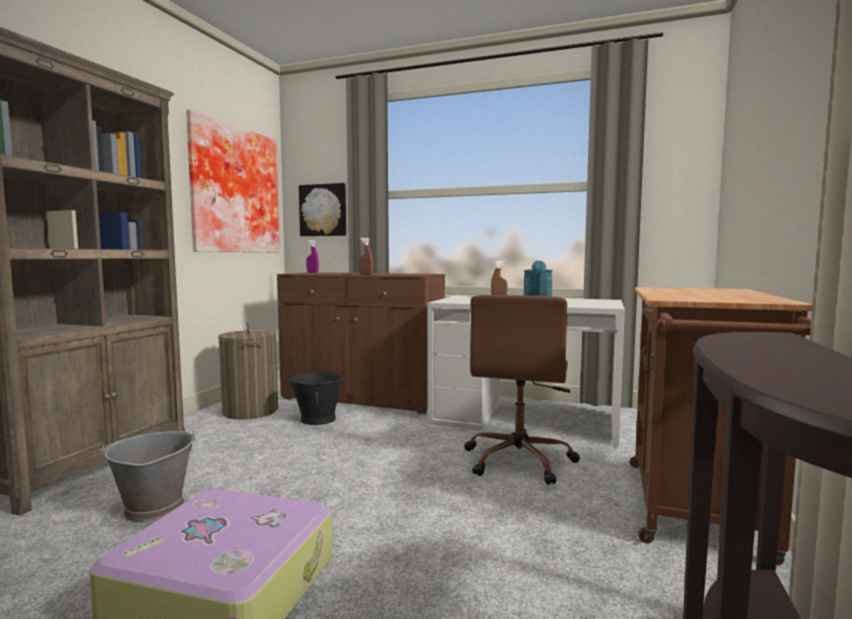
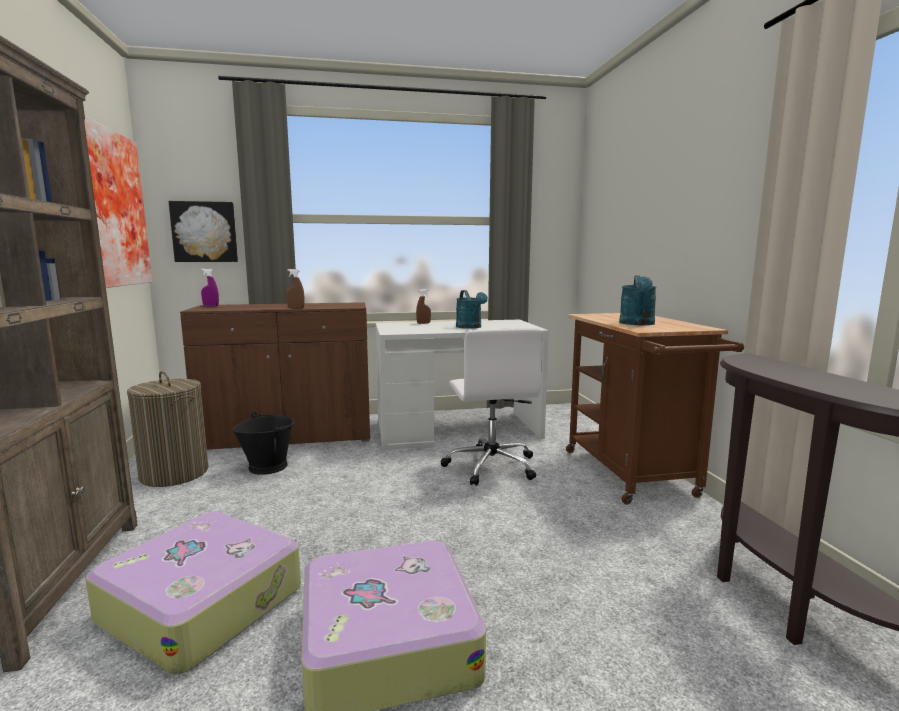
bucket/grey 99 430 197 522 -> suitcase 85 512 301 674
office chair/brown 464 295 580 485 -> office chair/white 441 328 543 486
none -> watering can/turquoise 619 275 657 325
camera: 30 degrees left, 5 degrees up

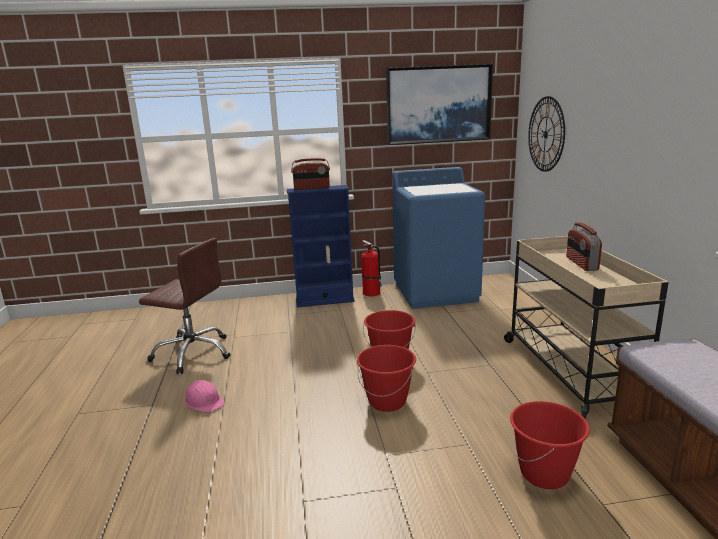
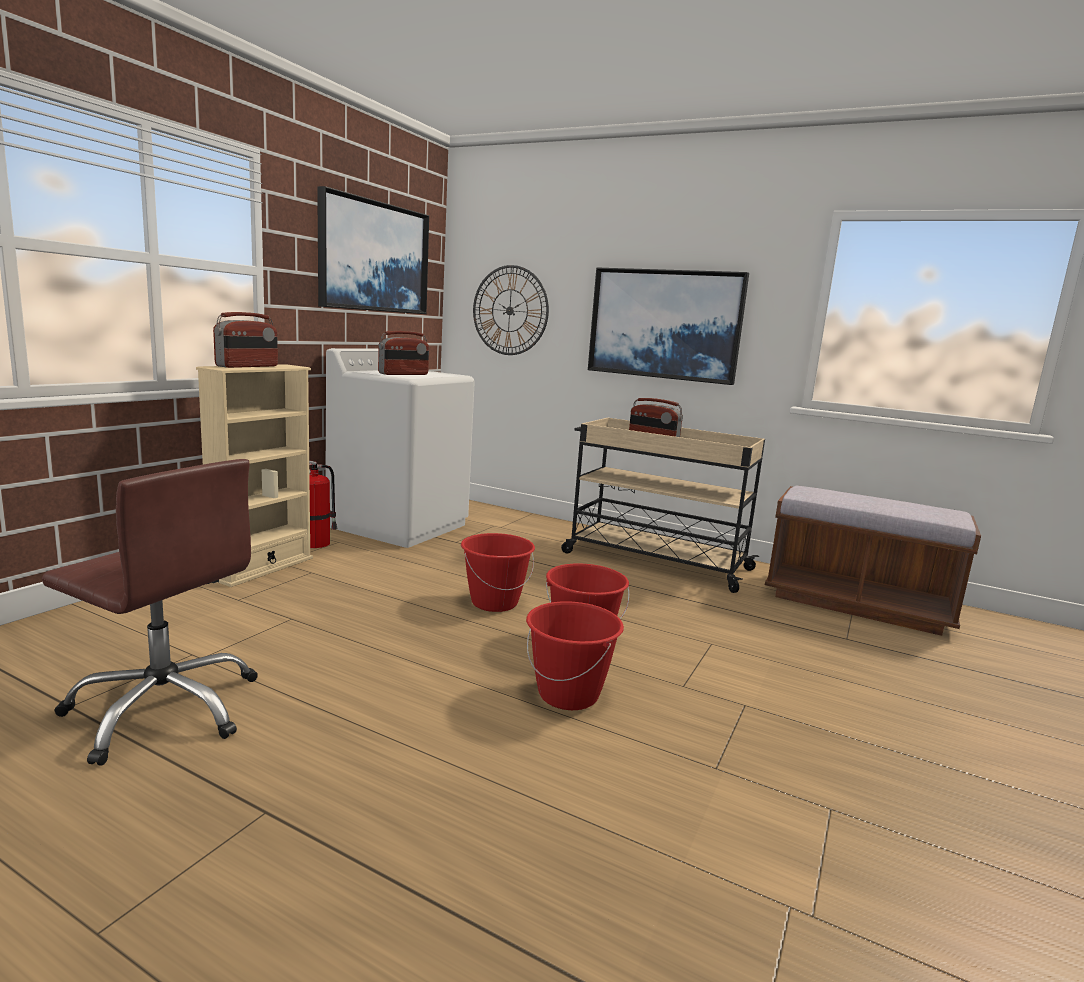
office chair/brown 139 238 231 374 -> office chair/brown 42 459 258 766, 60 degrees clockwise
hard hat/pink 184 380 224 413 -> none
bookcase/blue 287 185 355 307 -> bookcase/beige 196 364 313 587
washing machine/blue 392 167 485 309 -> washing machine/white 325 348 475 548
bucket/red 510 401 590 489 -> bucket/red 526 601 624 710, shifted
none -> radio 378 331 429 375
none -> picture 588 268 749 385
camera: 55 degrees left, 5 degrees down

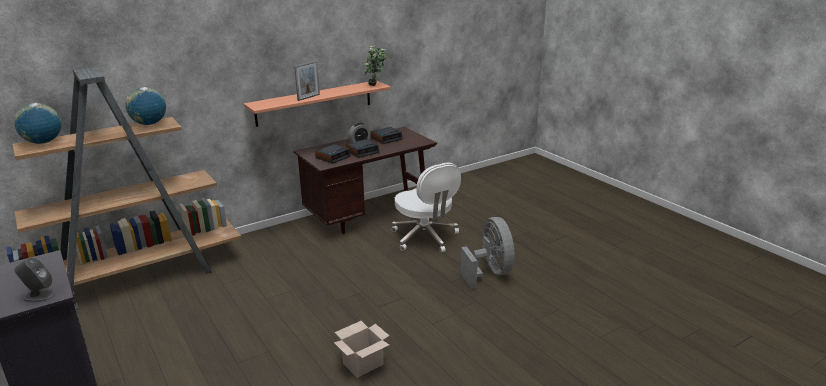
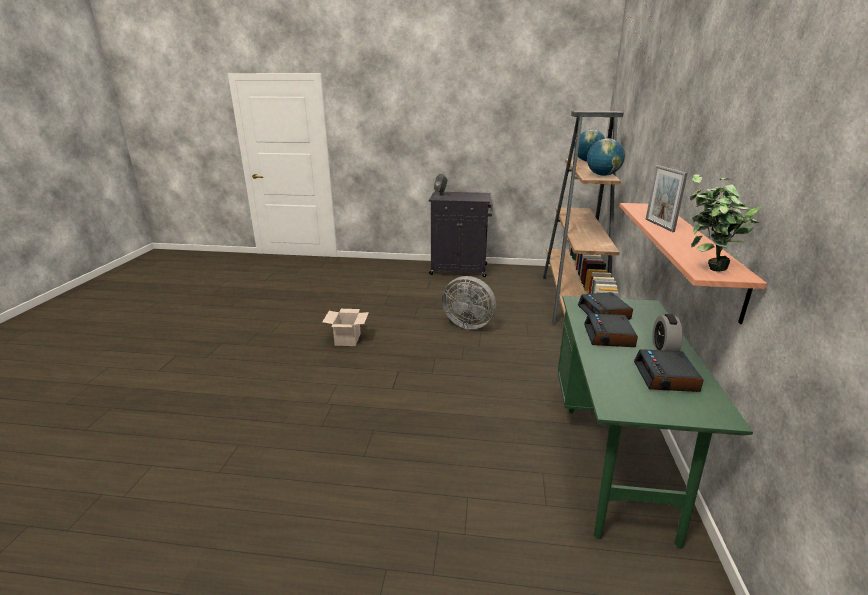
desk/brown 293 127 437 234 -> desk/green 558 296 753 548
office chair/white 391 162 461 252 -> none
fan/grey 461 217 515 289 -> fan/grey 442 276 496 329, shifted
camera: 130 degrees right, 0 degrees up

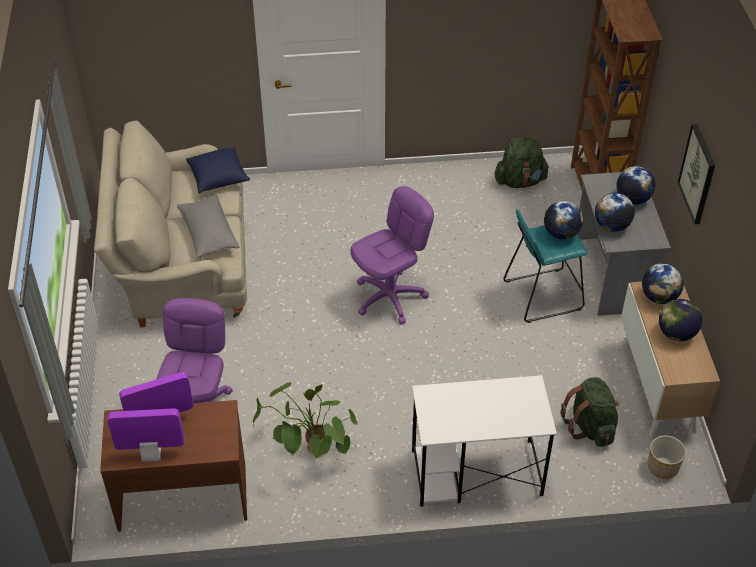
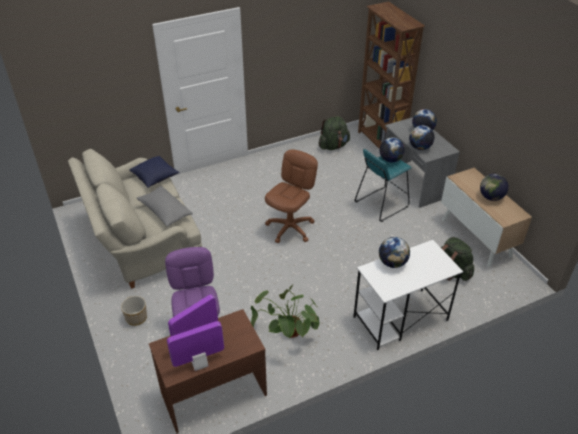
office chair/purple 351 186 434 324 -> office chair/brown 265 149 318 243
globe 642 263 684 304 -> globe 379 237 410 268, shifted
planter 648 435 686 479 -> planter 121 296 147 326, shifted
picture 678 124 715 224 -> none
camera: 20 degrees left, 5 degrees down

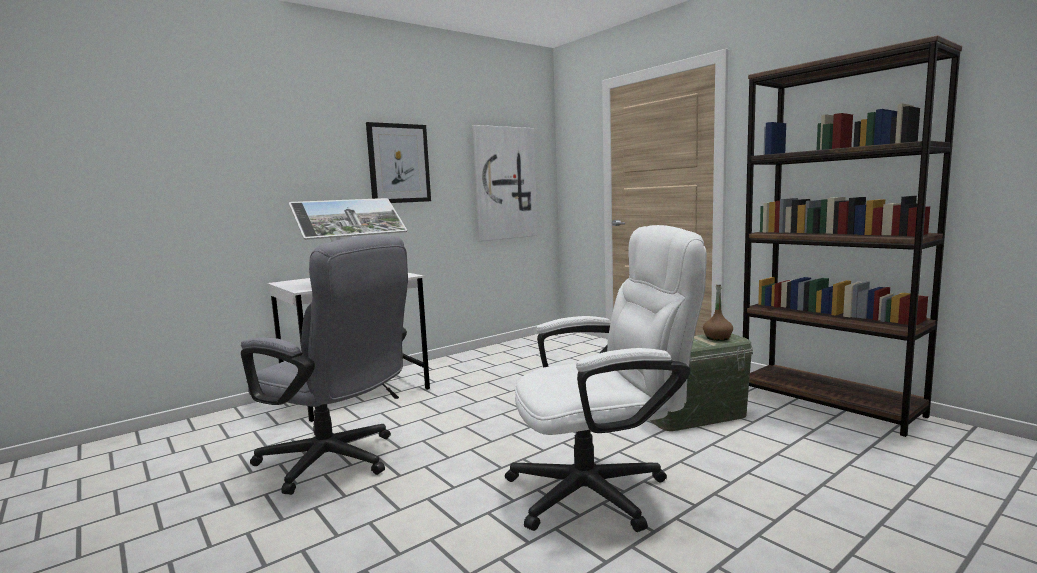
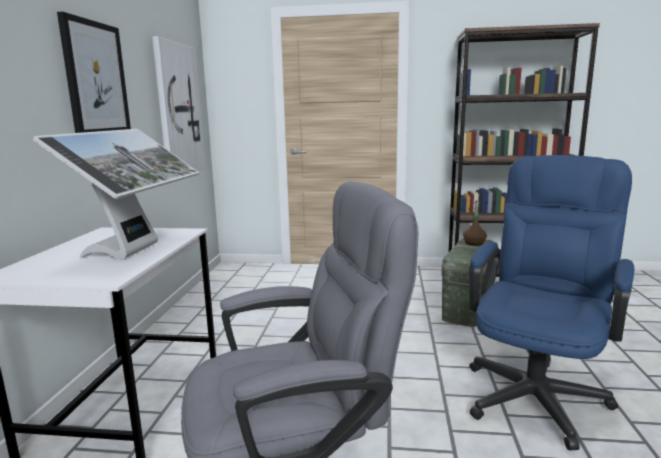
office chair/white 505 225 707 532 -> office chair/blue 469 155 634 450
camera: 45 degrees left, 5 degrees up

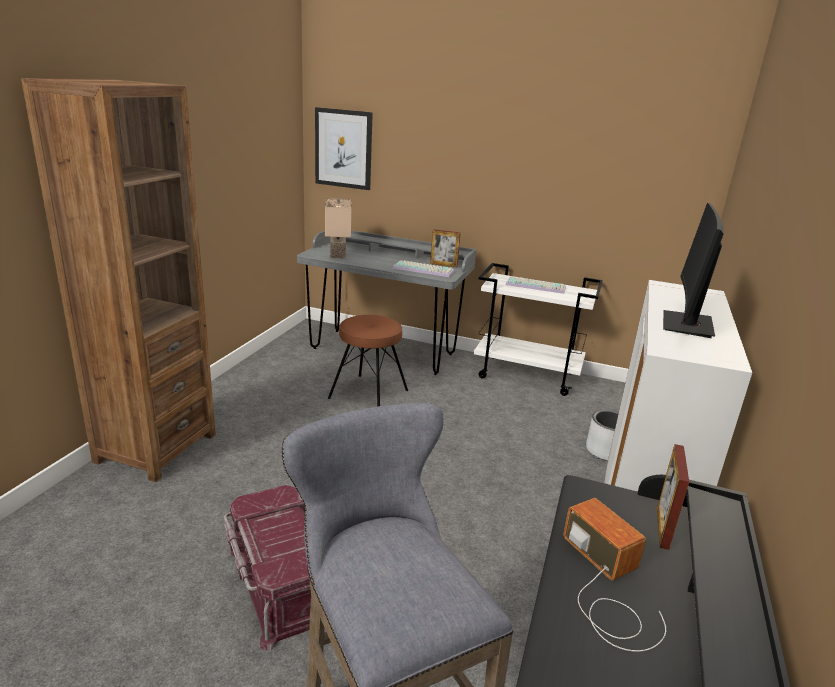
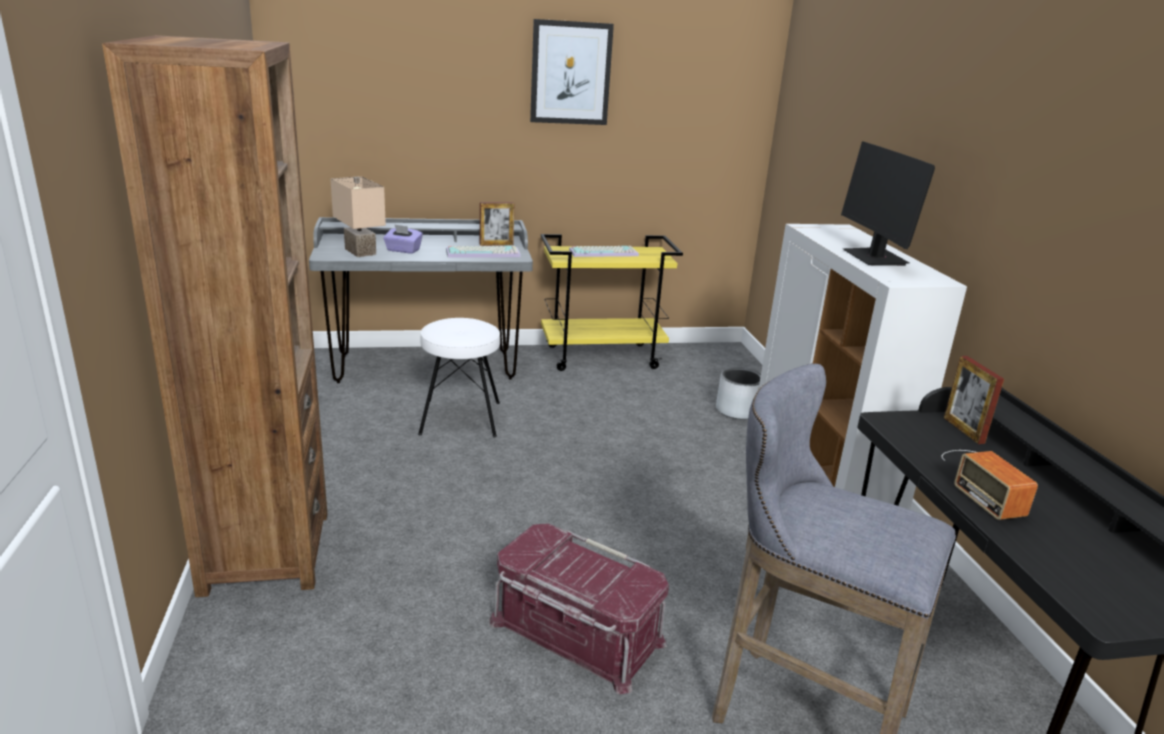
picture 315 107 373 190 -> picture 530 19 614 125, shifted
stool/brown 328 315 408 407 -> stool/white 418 318 500 438
cart/white 474 263 603 396 -> cart/yellow 541 234 683 371
radio 563 498 666 652 -> radio 942 450 1038 520, 135 degrees counterclockwise
none -> tissue box/purple 383 224 423 254
camera: 30 degrees left, 0 degrees up

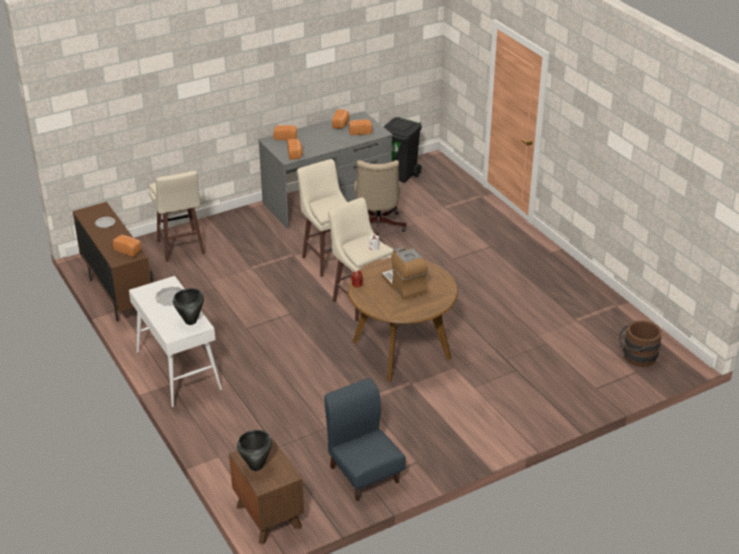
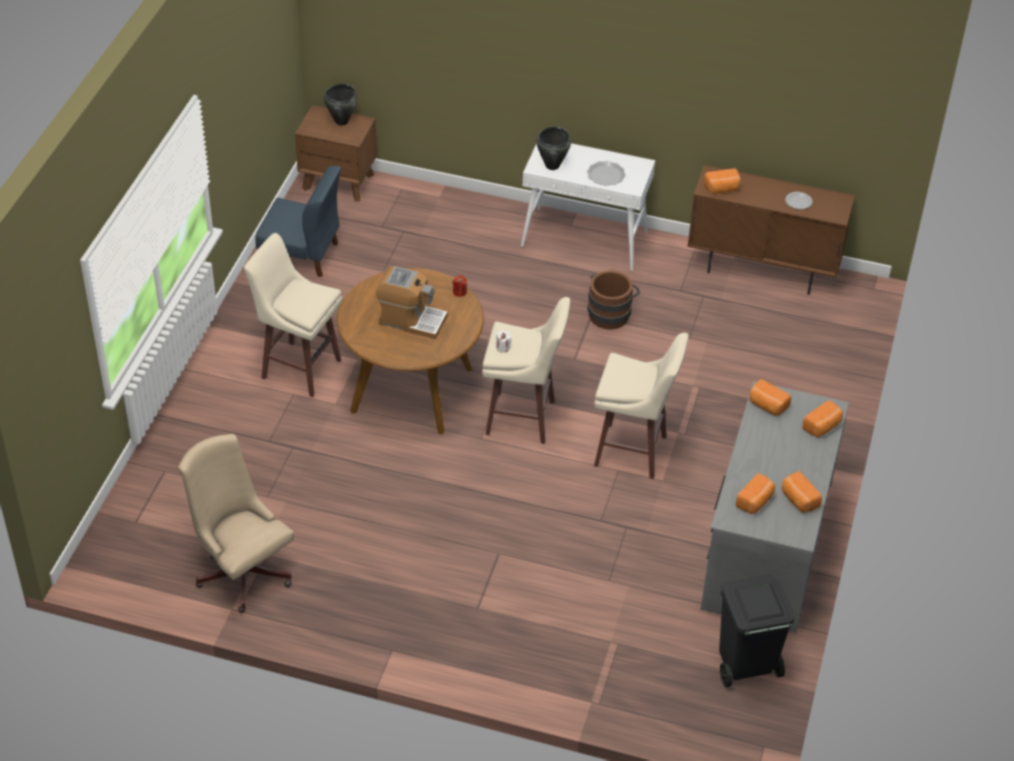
stool/beige 149 171 205 262 -> stool/beige 244 233 342 397, shifted
office chair/beige 354 160 406 236 -> office chair/beige 178 434 294 613, shifted
bucket/brown 619 320 662 367 -> bucket/brown 587 270 640 330, shifted
camera: 135 degrees right, 10 degrees up

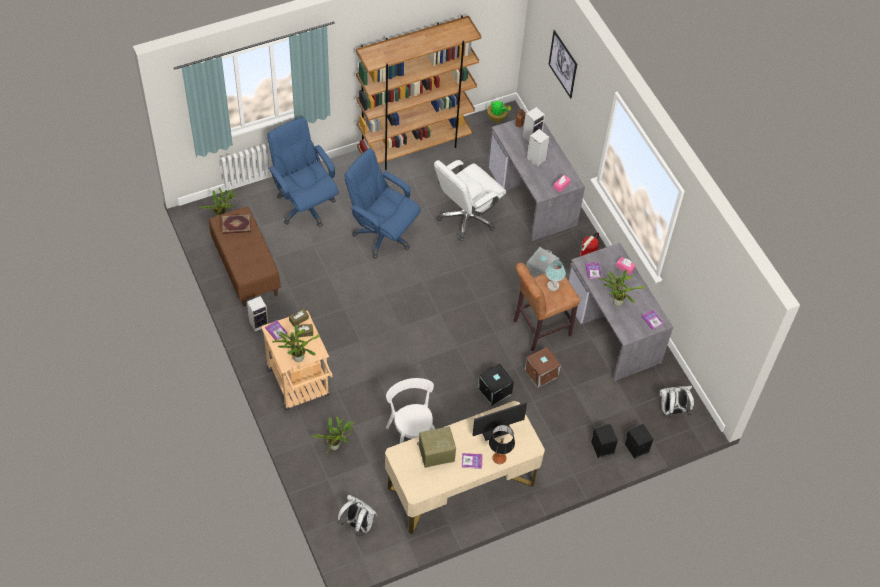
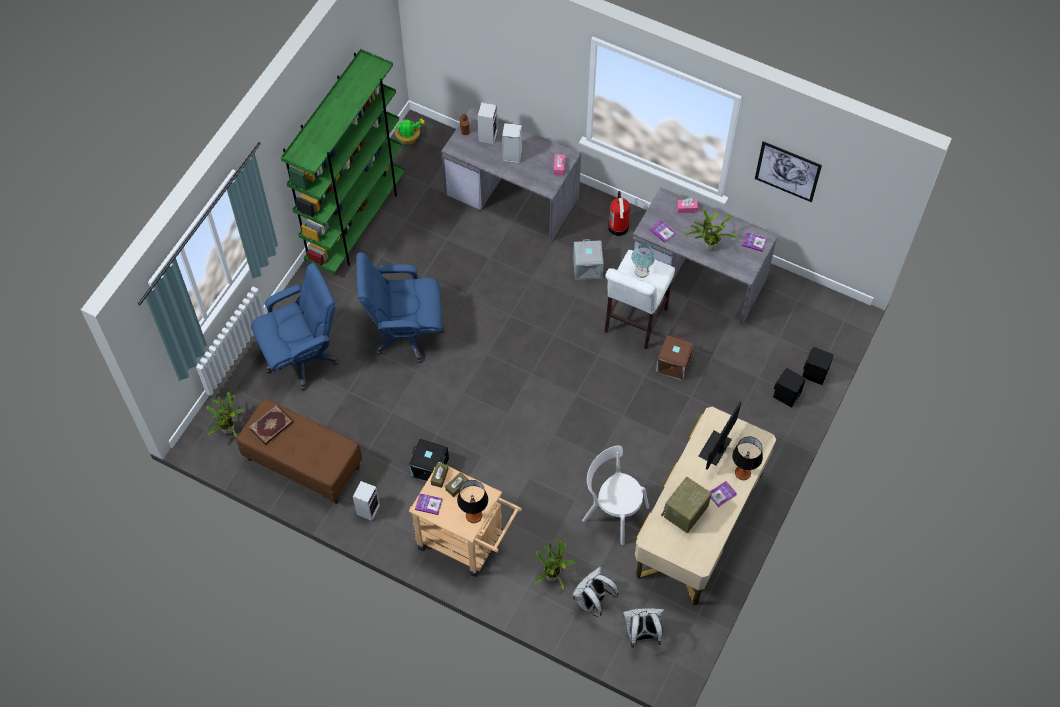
office chair/blue 267 117 338 227 -> office chair/blue 251 263 339 390, 135 degrees clockwise
potted plant 272 324 320 362 -> table lamp 457 480 488 523
bookcase/brown 356 15 481 170 -> bookcase/green 281 49 405 274
office chair/white 434 160 506 241 -> none
storage box/black 478 364 514 406 -> storage box/black 409 439 449 482, shifted
stool/brown 513 262 580 351 -> stool/white 604 250 675 349
picture 548 30 577 99 -> picture 755 141 822 202, shifted
backpack/white 659 386 694 419 -> backpack/white 572 567 618 617, shifted
camera: 35 degrees left, 5 degrees up

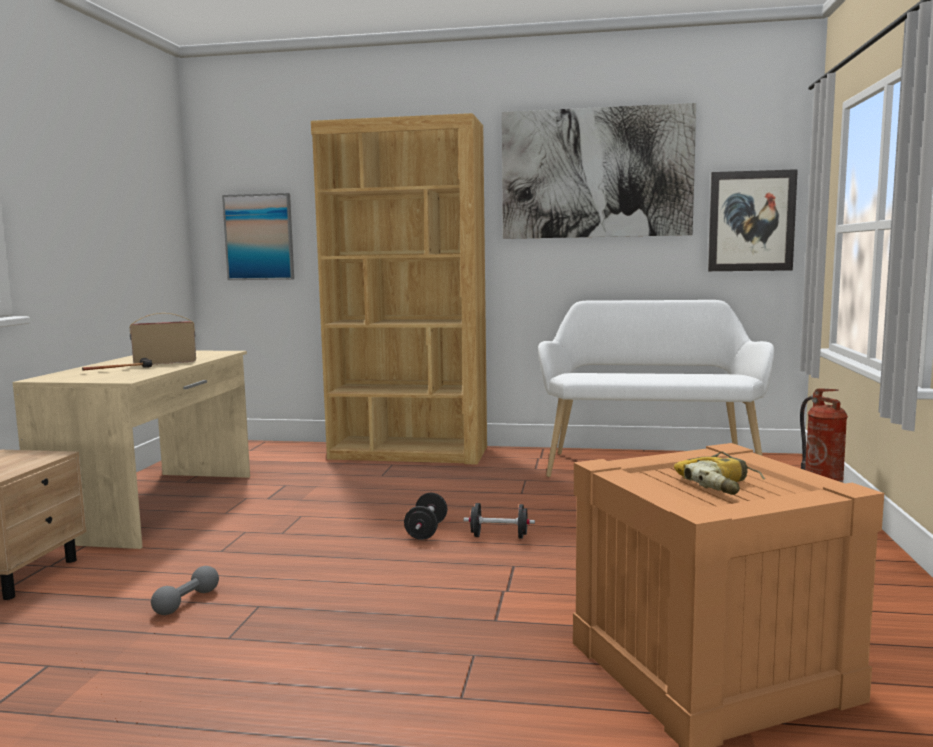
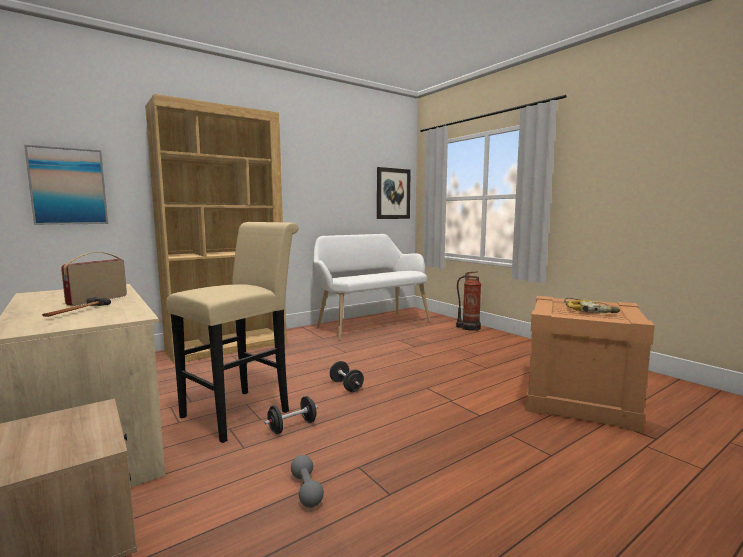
dumbbell/black 464 503 535 539 -> dumbbell/black 264 396 318 434, shifted
picture 502 103 696 239 -> none
none -> stool/beige 166 222 299 443
camera: 45 degrees left, 0 degrees up

